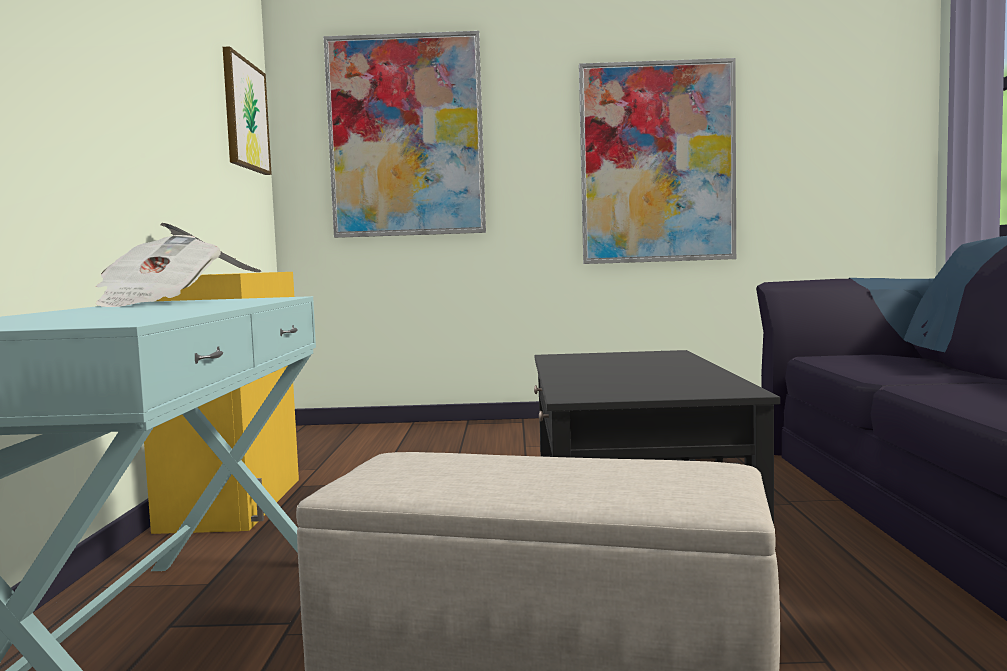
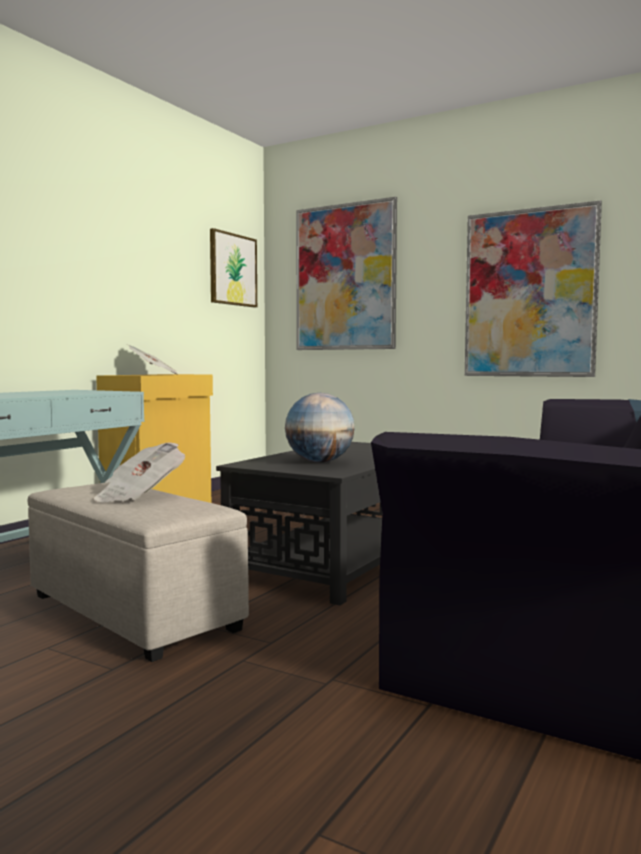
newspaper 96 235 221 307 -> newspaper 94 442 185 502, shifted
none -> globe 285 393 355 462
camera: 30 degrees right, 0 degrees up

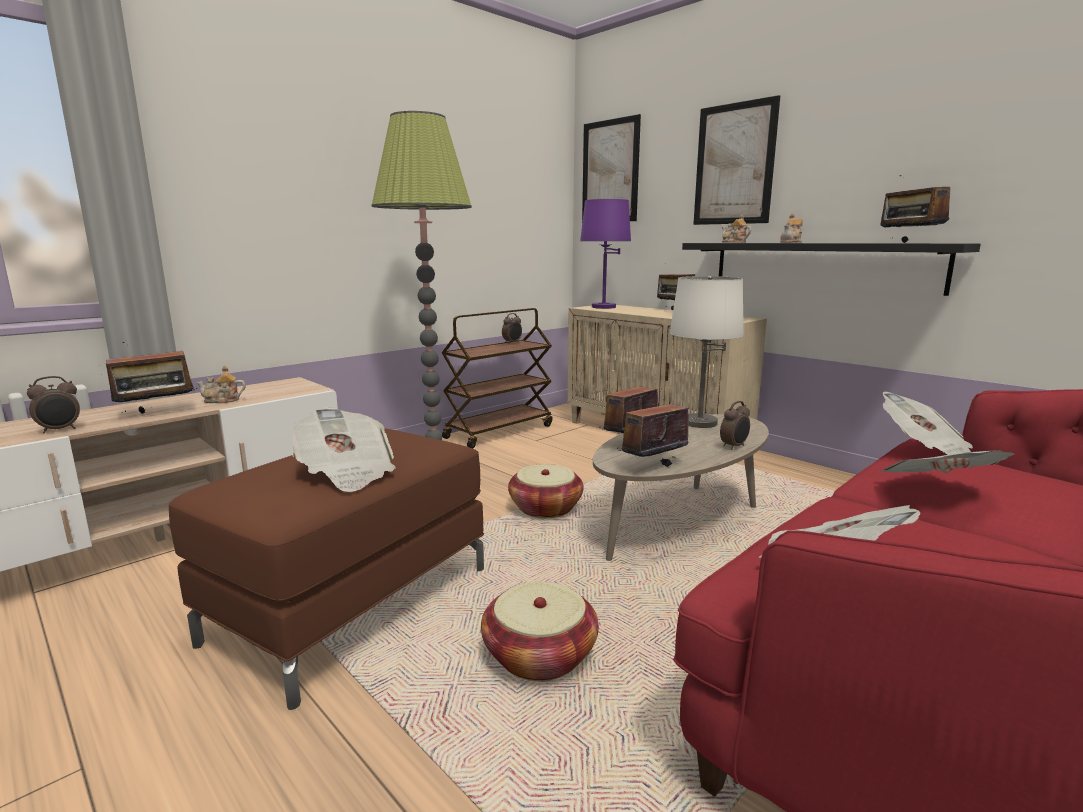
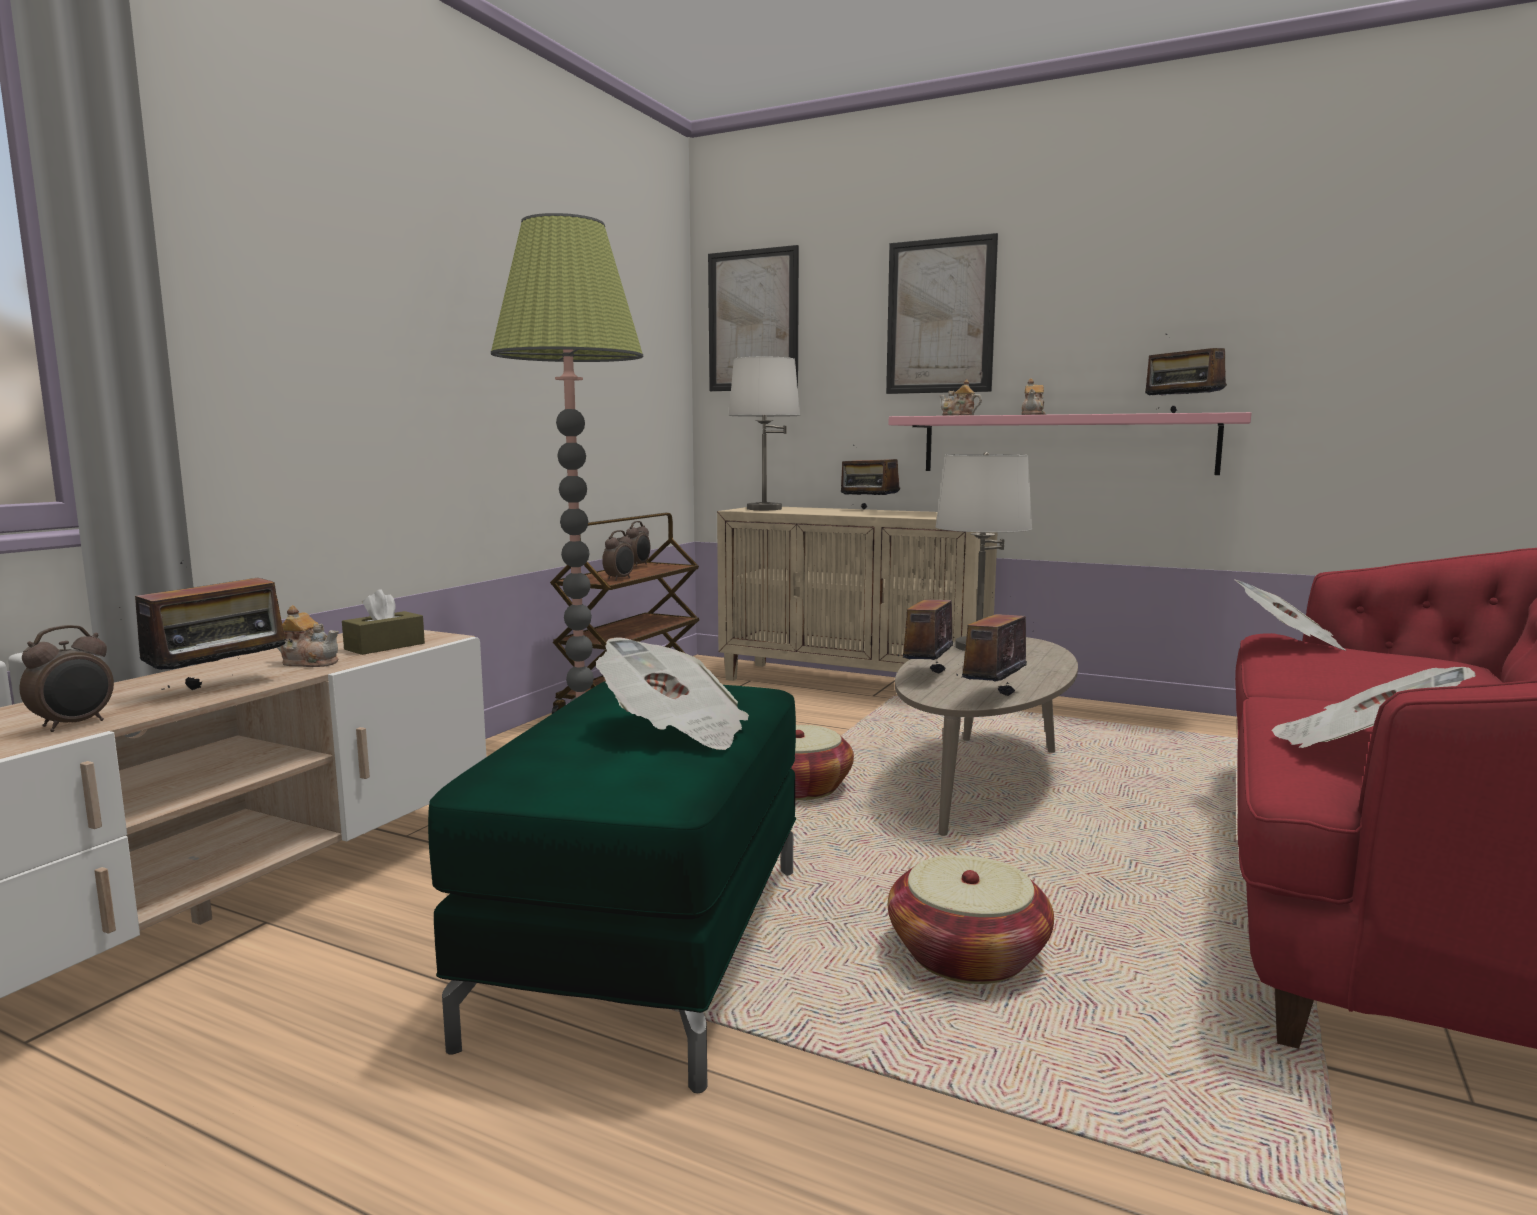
ottoman/brown 169 428 484 710 -> ottoman/green 428 681 796 1093
teapot 196 366 246 403 -> teapot 277 605 339 667, 135 degrees counterclockwise
table lamp/purple 580 199 631 309 -> table lamp/white 728 357 800 510
shelf/black 682 243 981 296 -> shelf/pink 889 412 1251 475
alarm clock 720 401 750 450 -> alarm clock 602 530 635 581, shifted
newspaper 880 450 1015 473 -> none
none -> tissue box/brown 342 589 425 655
camera: 20 degrees left, 5 degrees down

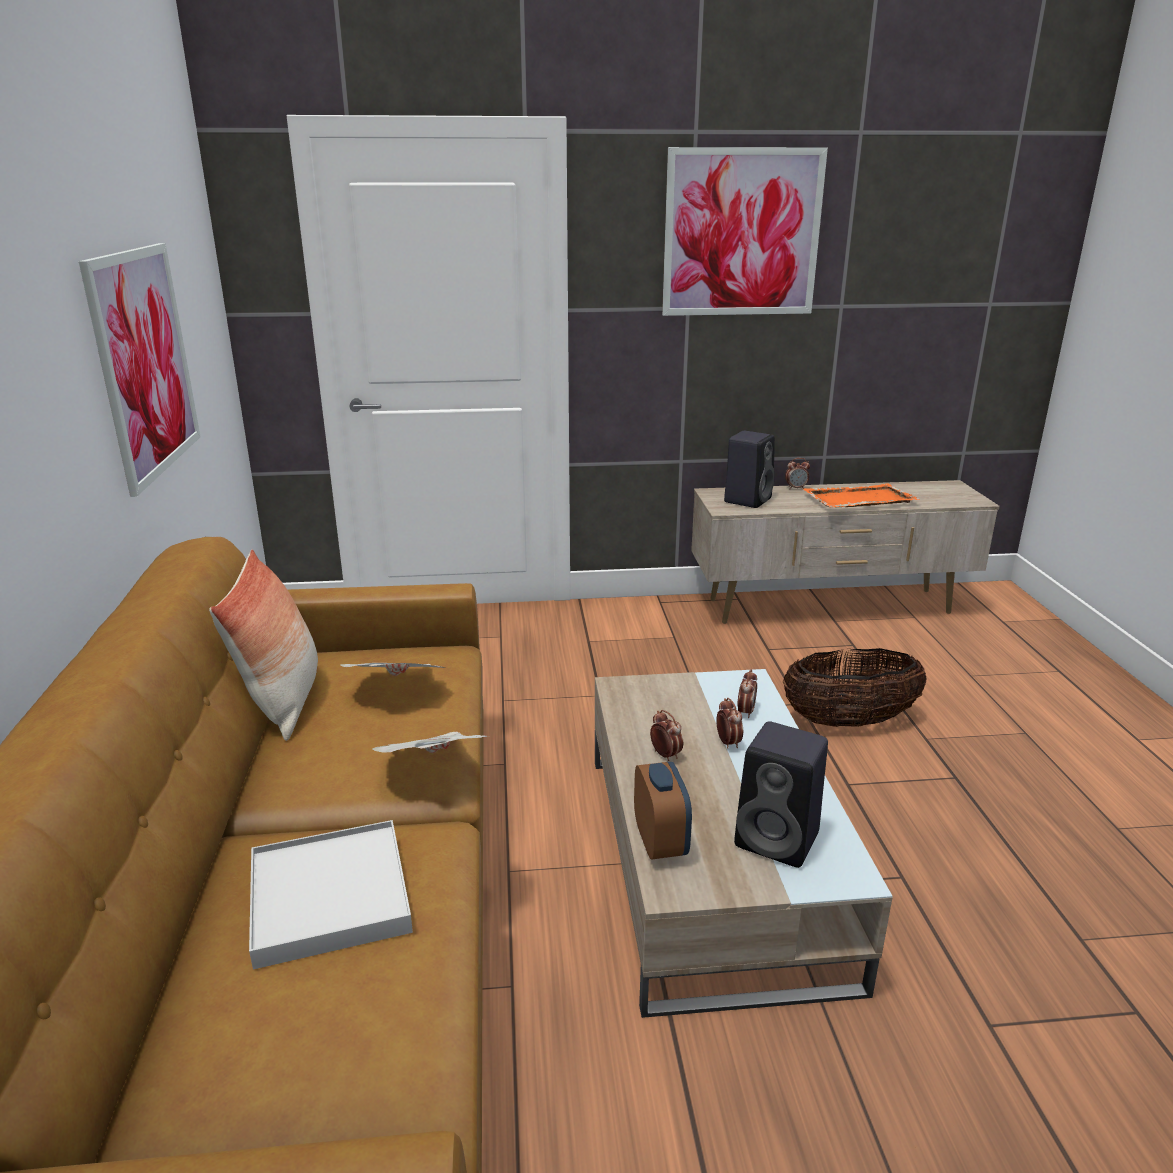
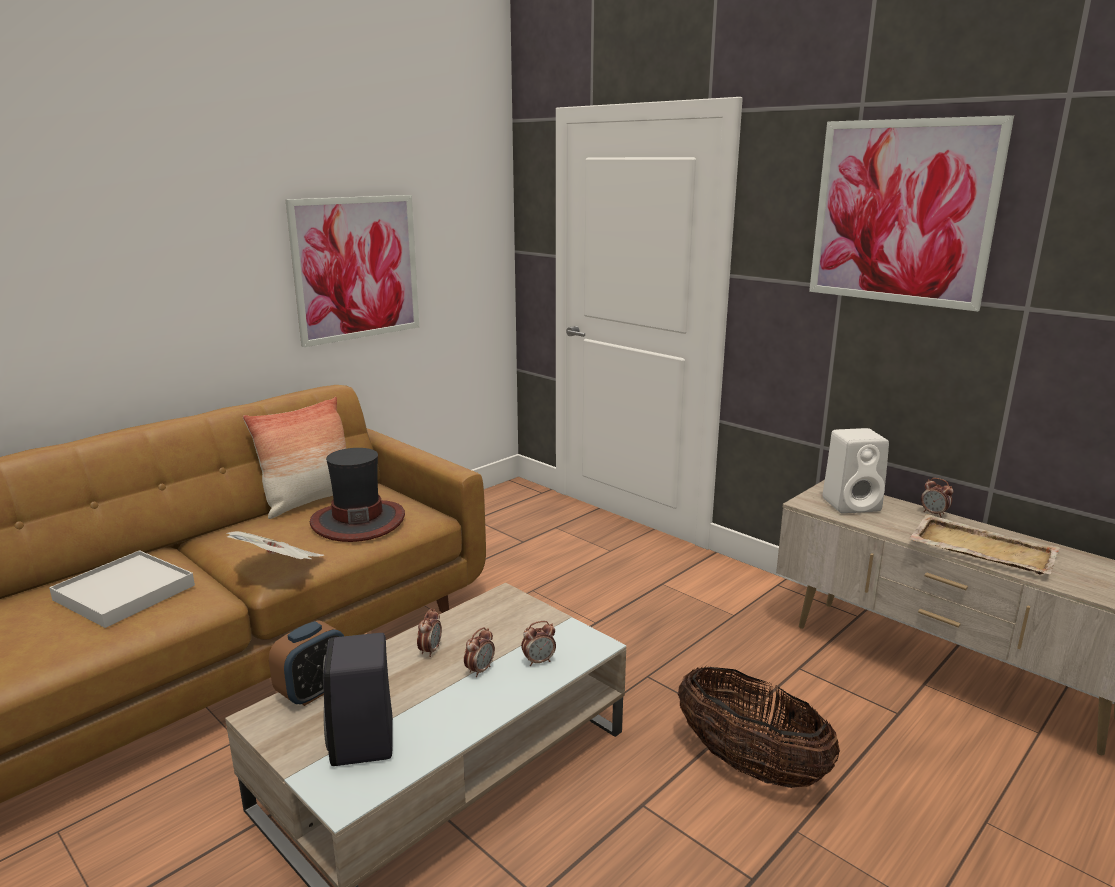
newspaper 340 663 445 676 -> hat 310 448 405 542
speaker/black 724 431 775 508 -> speaker/white 822 428 889 514
tray/orange 803 483 920 507 -> tray/beige 909 514 1060 575
camera: 50 degrees right, 5 degrees down

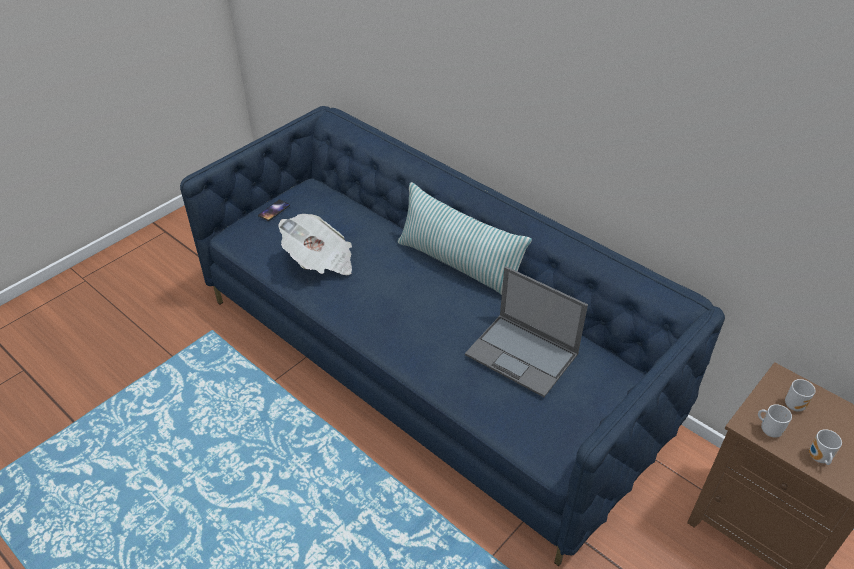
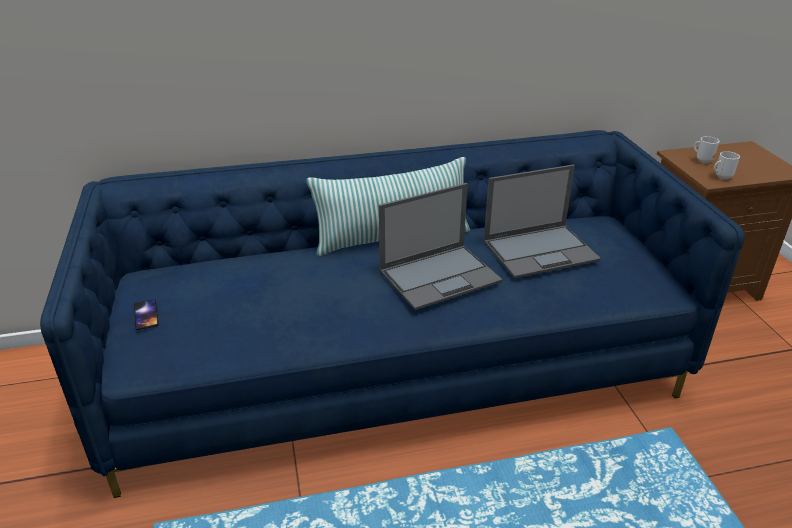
newspaper 278 214 352 275 -> none
mug 809 429 842 465 -> none
none -> laptop 379 183 502 310
camera: 55 degrees left, 10 degrees down

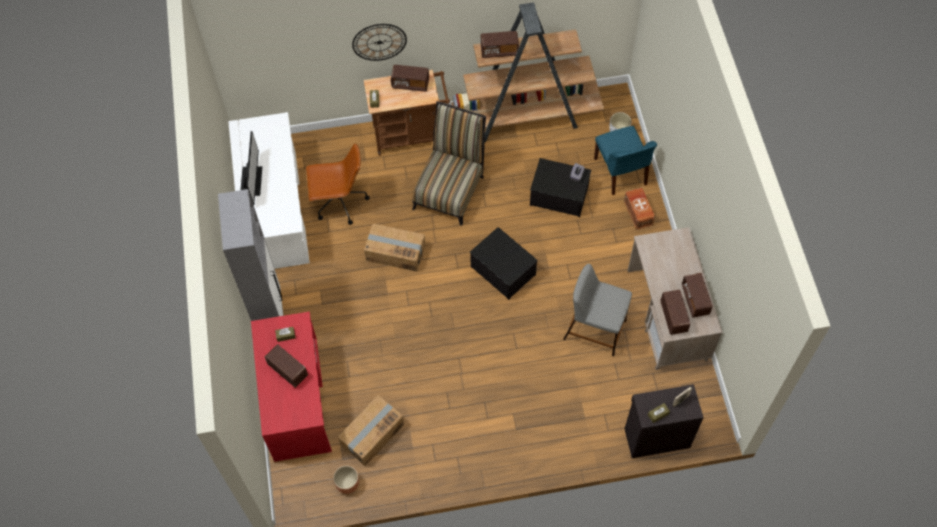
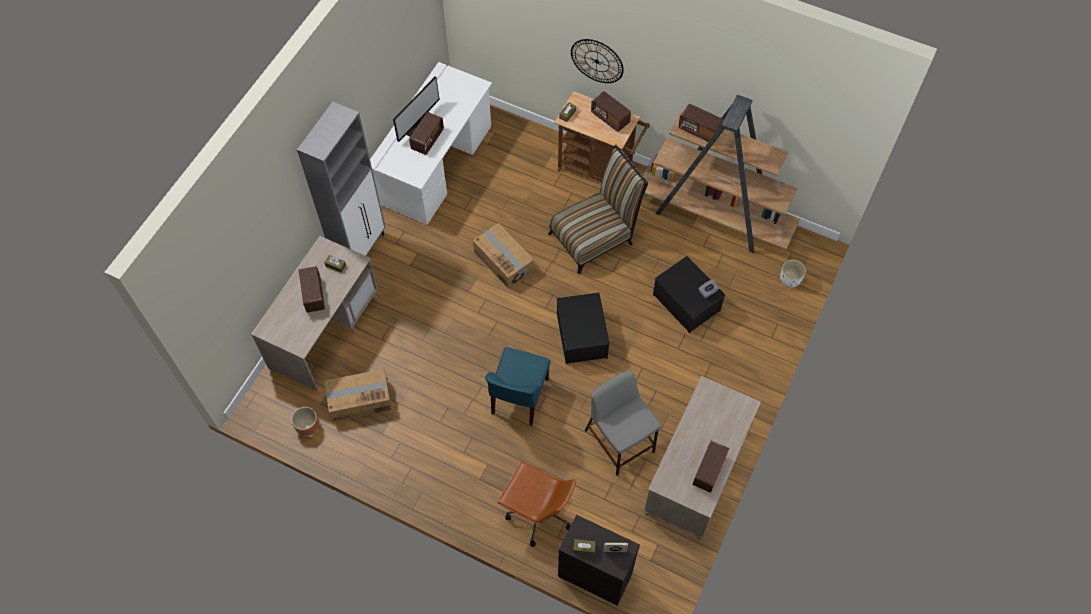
desk/red 251 312 332 462 -> desk/beige 251 236 378 391
office chair/brown 306 143 370 225 -> office chair/brown 497 461 576 547, shifted
chair/blue 594 126 657 195 -> chair/blue 485 347 551 426, shifted
storage box/brown 624 188 655 230 -> none
radio 661 290 690 335 -> radio 409 112 444 155, shifted
camera: 35 degrees right, 0 degrees up

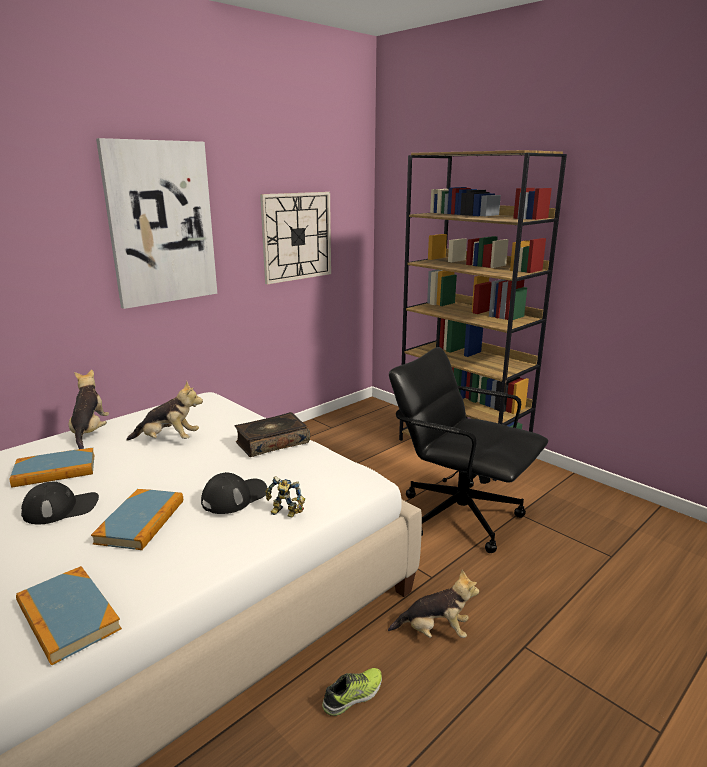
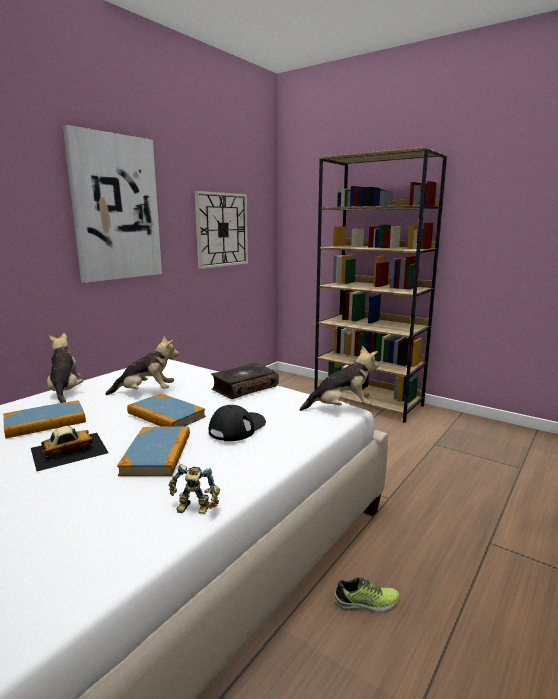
book 16 566 122 665 -> book 127 394 206 427, shifted
cap/black 21 482 99 524 -> toy car 31 426 109 471
toy robot 265 476 305 517 -> toy robot 169 464 220 514, shifted
shoe 322 668 382 716 -> shoe 334 577 400 613, 45 degrees clockwise
plush toy 388 569 479 638 -> plush toy 300 346 378 411, shifted
office chair/black 389 347 548 553 -> none
camera: 10 degrees left, 5 degrees down

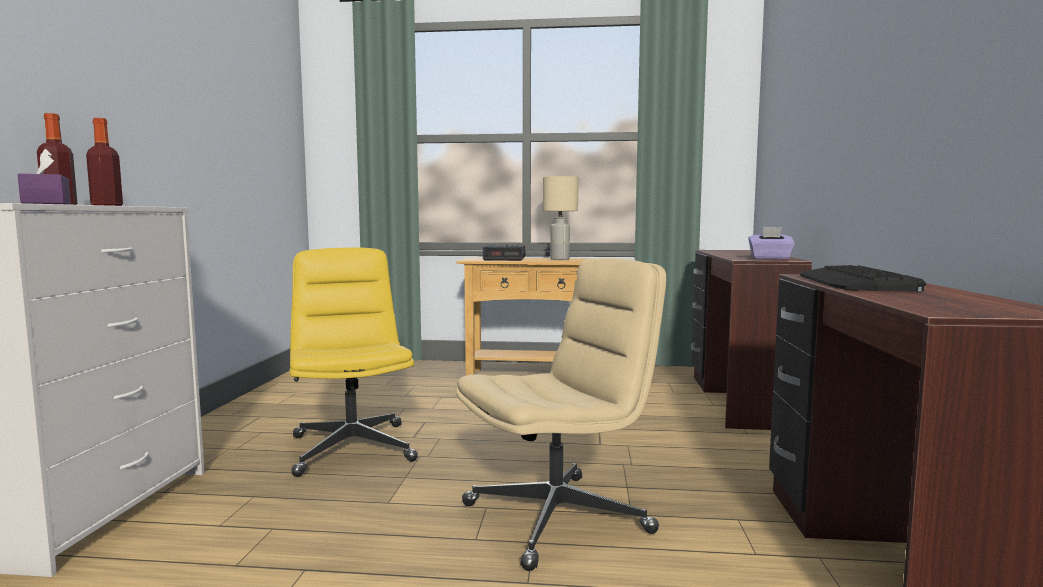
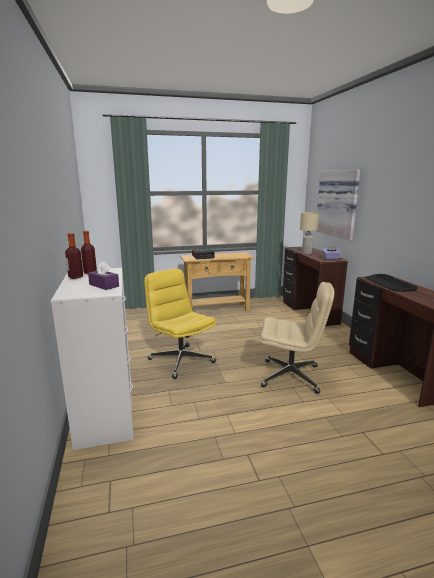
office chair/beige 456 258 666 571 -> office chair/beige 260 282 335 394, 60 degrees clockwise
table lamp/beige 543 176 578 260 -> table lamp/beige 300 212 319 254, shifted
none -> picture 317 170 360 240
camera: 20 degrees left, 10 degrees up

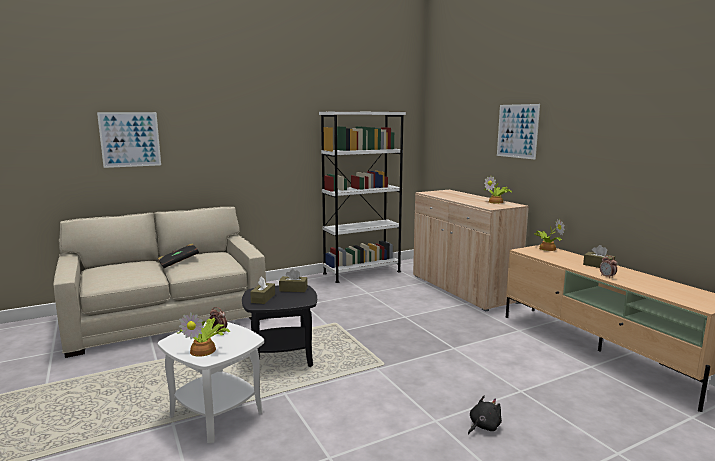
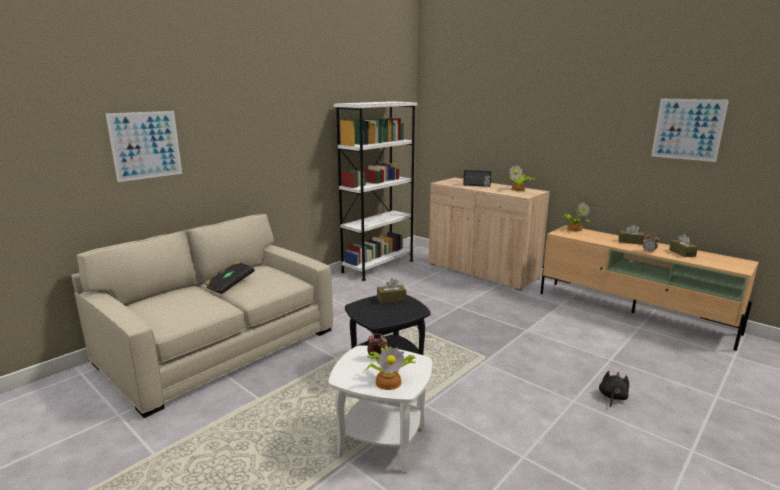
tissue box/brown 250 276 275 304 -> tissue box/brown 669 234 698 257, shifted
picture 497 104 540 159 -> picture 651 99 729 162, shifted
none -> radio 463 170 491 187
camera: 20 degrees left, 5 degrees up

